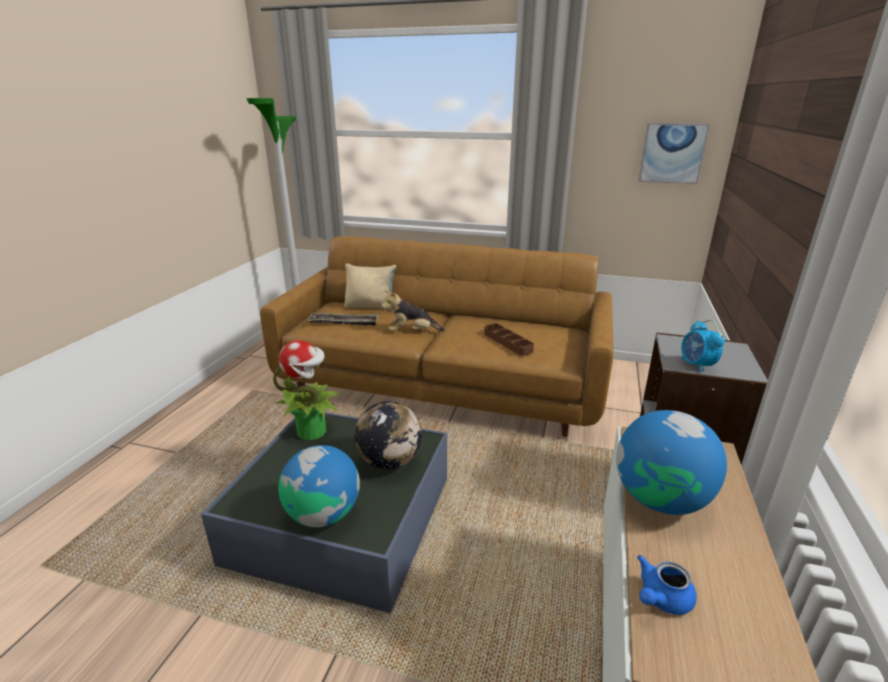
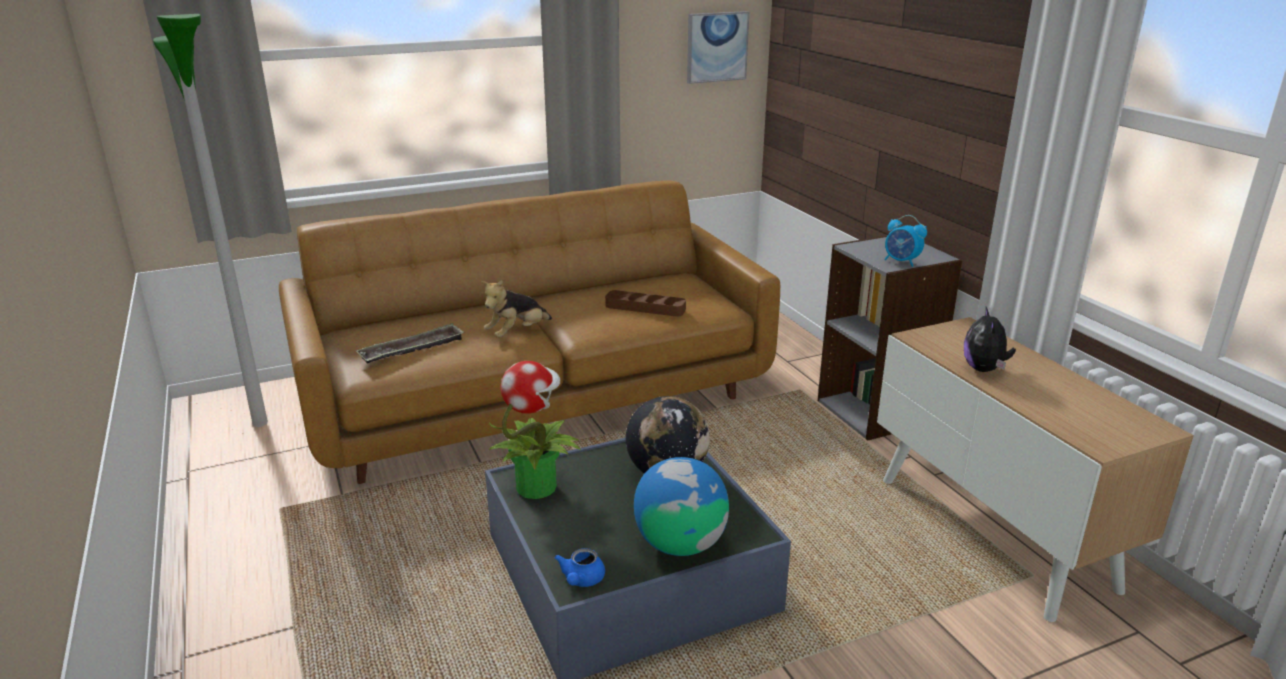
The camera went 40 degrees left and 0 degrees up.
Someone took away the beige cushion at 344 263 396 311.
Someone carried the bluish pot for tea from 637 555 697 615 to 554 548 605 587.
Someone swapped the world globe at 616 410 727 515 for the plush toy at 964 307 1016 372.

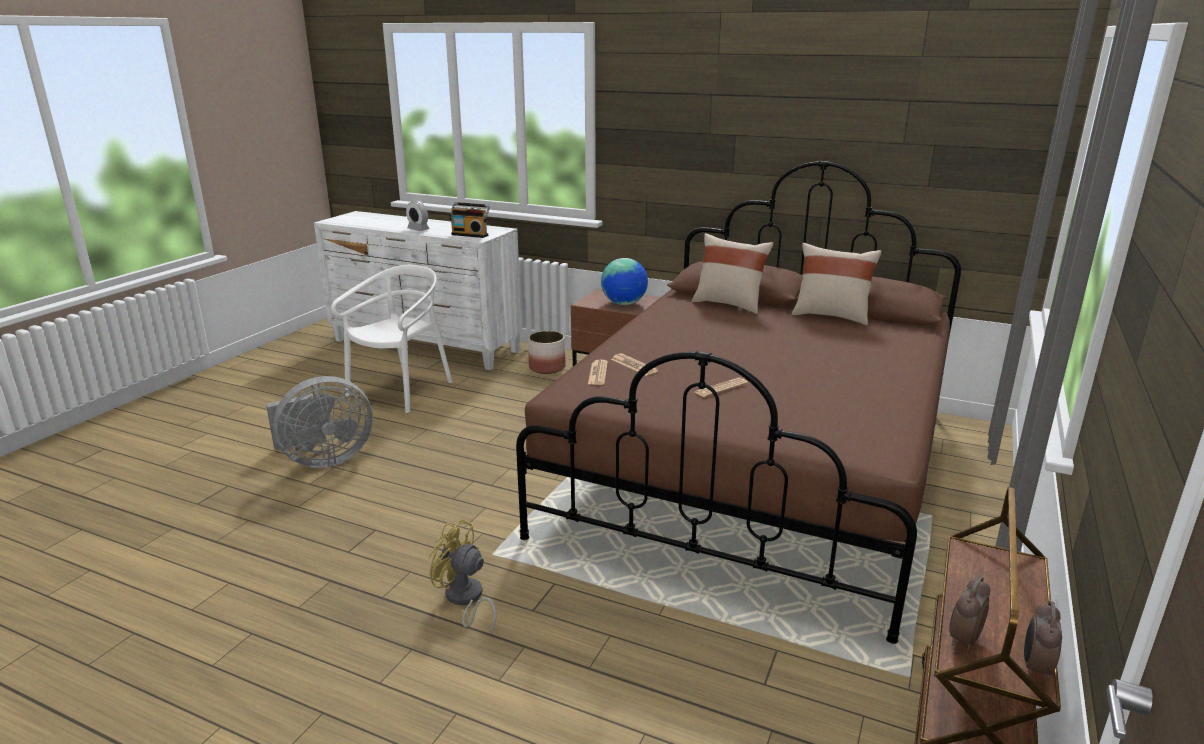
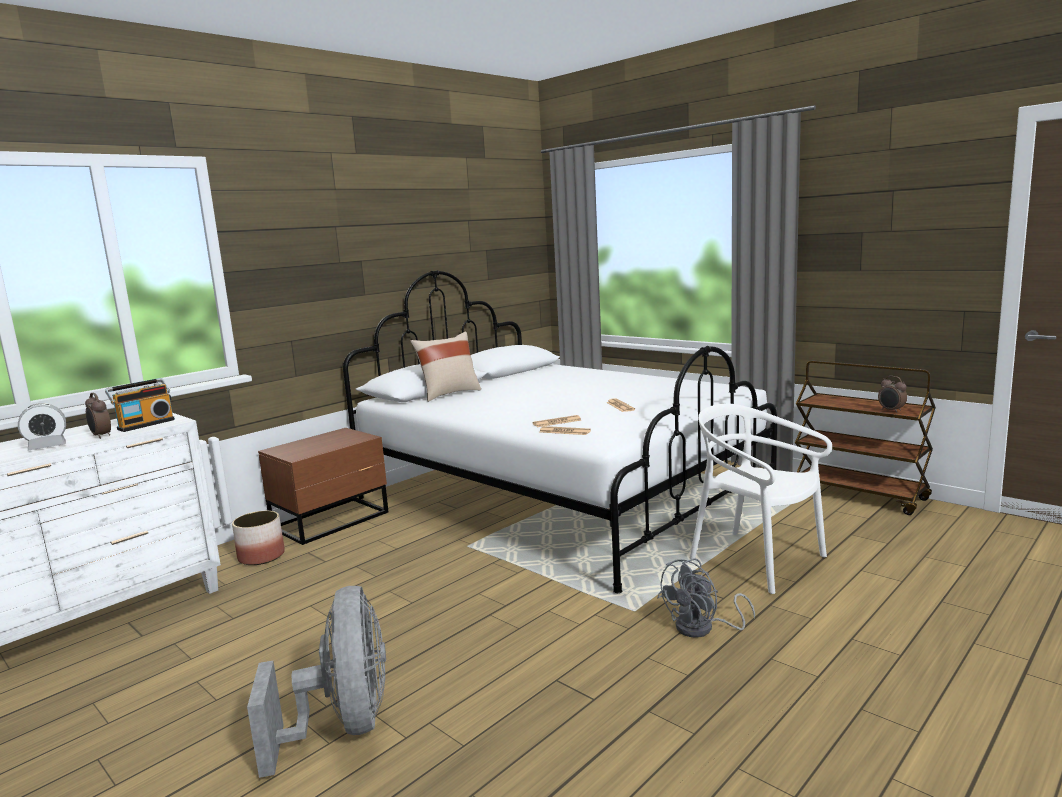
The camera went 70 degrees left and 10 degrees down.
Someone took away the world globe at 601 258 648 305.
Someone took away the beige cushion at 792 243 882 325.
Someone carried the whitish plain chair from 331 265 452 413 to 690 403 832 594.
Someone carried the bedside clock from 1024 601 1062 680 to 85 393 111 439.
Someone repainted the yellowish cooling fan at 428 519 496 634, which became the greyish cooling fan at 657 558 755 638.
Someone repainted the brown-coloured bedroom bed at 516 160 961 644, which became the whitish bedroom bed at 343 270 777 593.

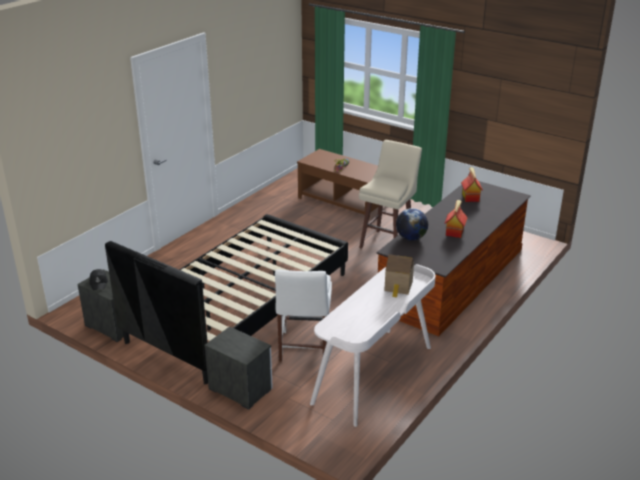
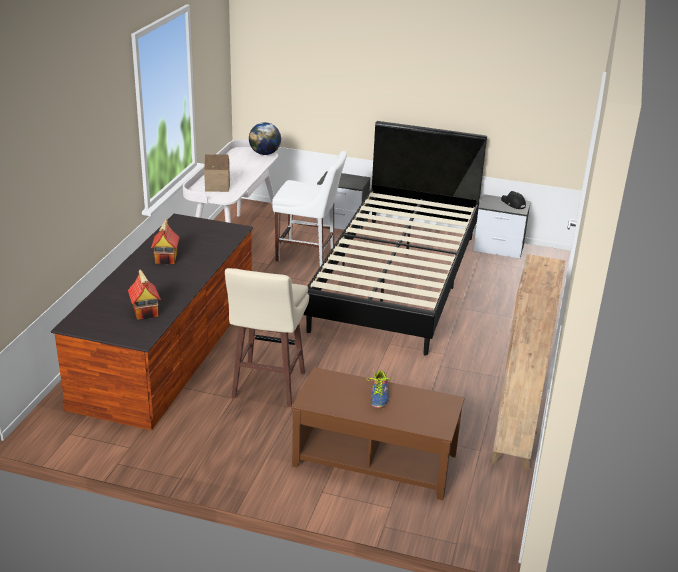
The camera went 160 degrees right and 0 degrees up.
Someone put down the brown-coloured shelving unit at 490 254 566 471.
Someone carried the world globe from 396 208 428 241 to 249 122 281 155.
Someone rotated the whitish plain chair at 275 269 332 362 by 120 degrees clockwise.

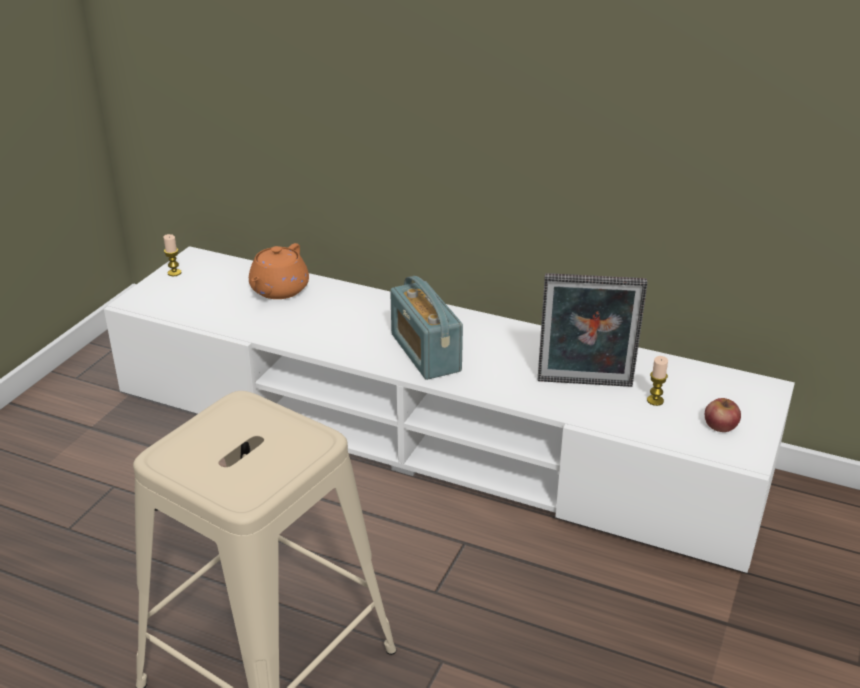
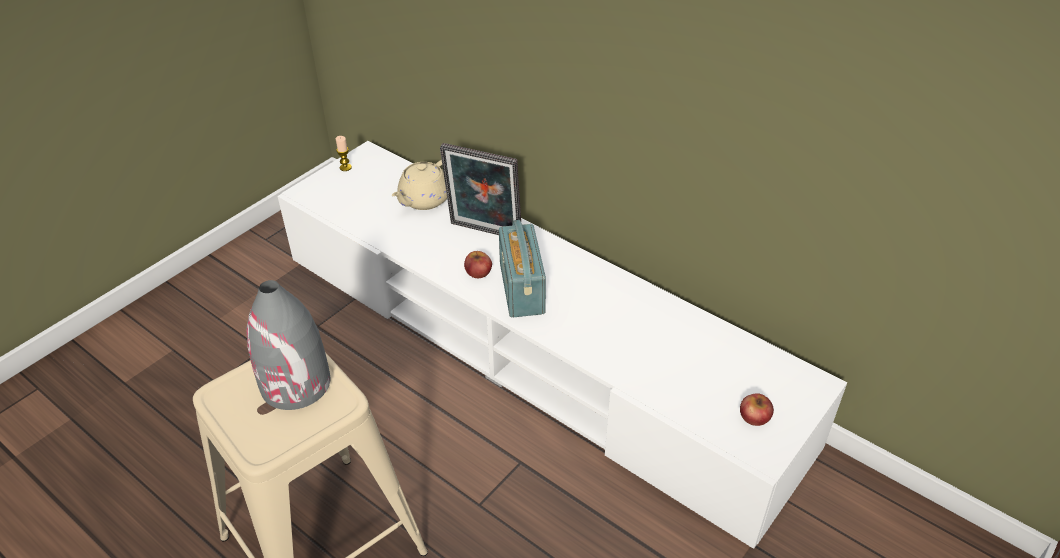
The camera went 15 degrees right and 10 degrees up.
Someone took away the candle at 647 356 668 406.
Someone put down the greyish decorative vase at 246 280 330 410.
Someone put down the apple at 464 251 492 278.
Someone carried the photo frame from 538 273 647 387 to 440 143 521 235.
Someone repainted the orange-coloured pot for tea at 249 243 309 299, which became the beige pot for tea at 392 160 447 210.

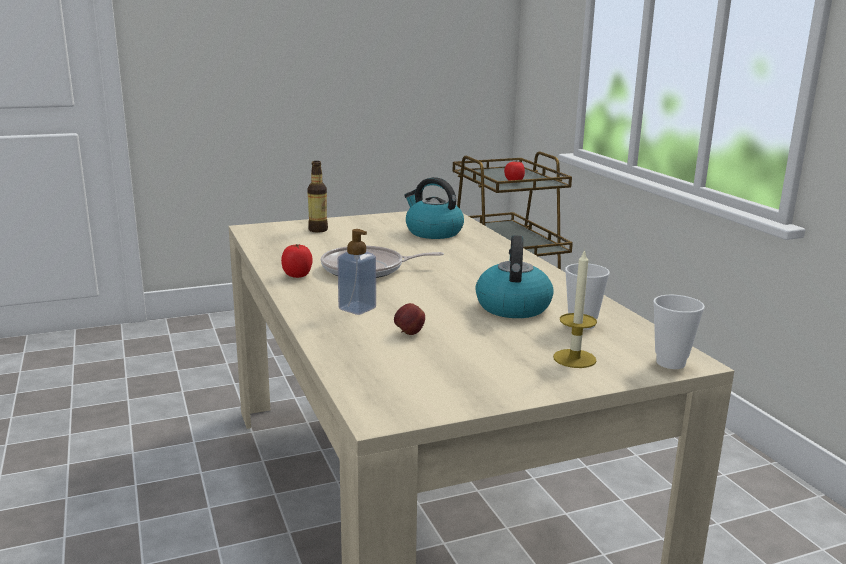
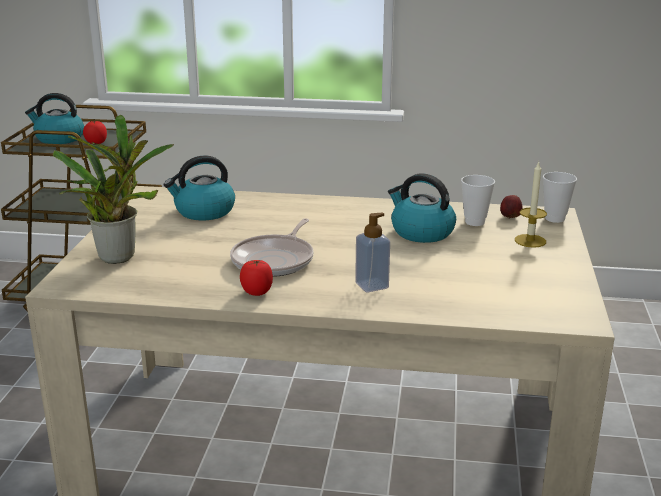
The camera went 60 degrees left and 5 degrees up.
Someone put down the kettle at 25 93 84 144.
Someone carried the apple from 394 303 425 335 to 500 195 523 219.
Someone swapped the bottle at 307 161 328 233 for the houseplant at 53 115 174 264.

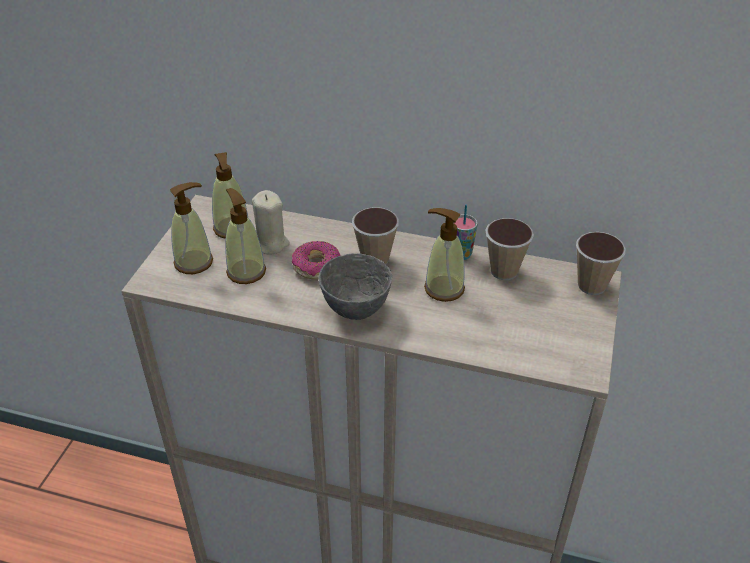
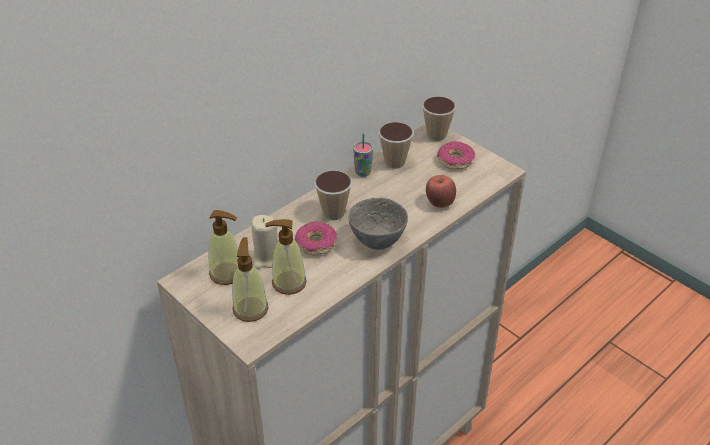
The camera went 60 degrees left and 0 degrees up.
Someone took away the soap bottle at 424 208 465 302.
Someone put down the apple at 426 175 456 208.
Someone put down the doughnut at 437 141 475 170.

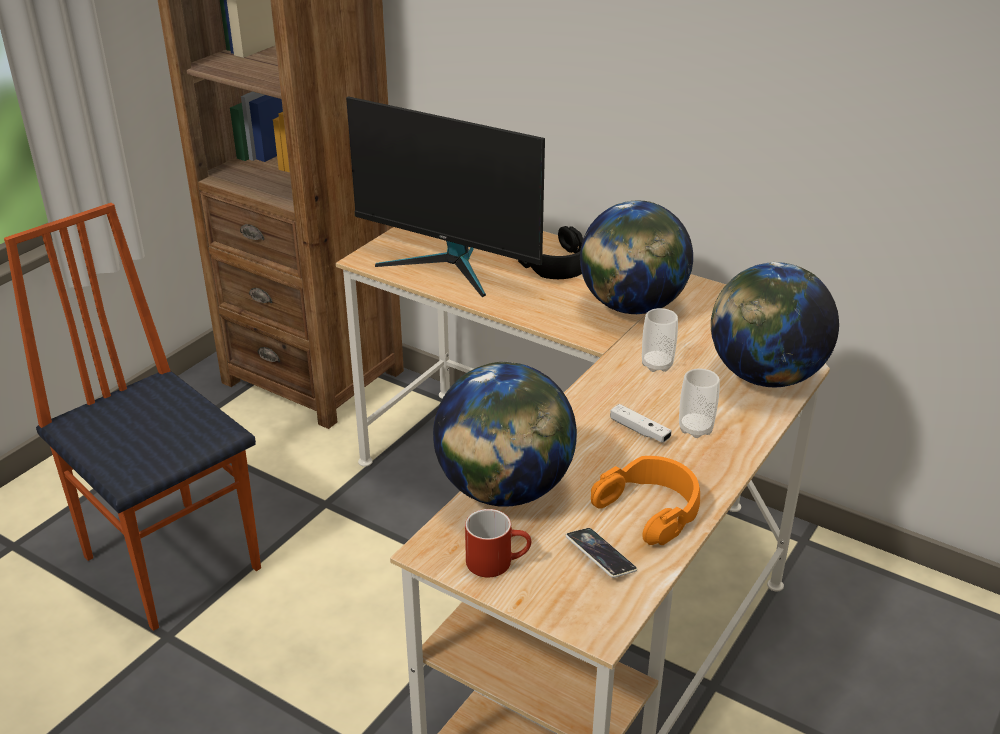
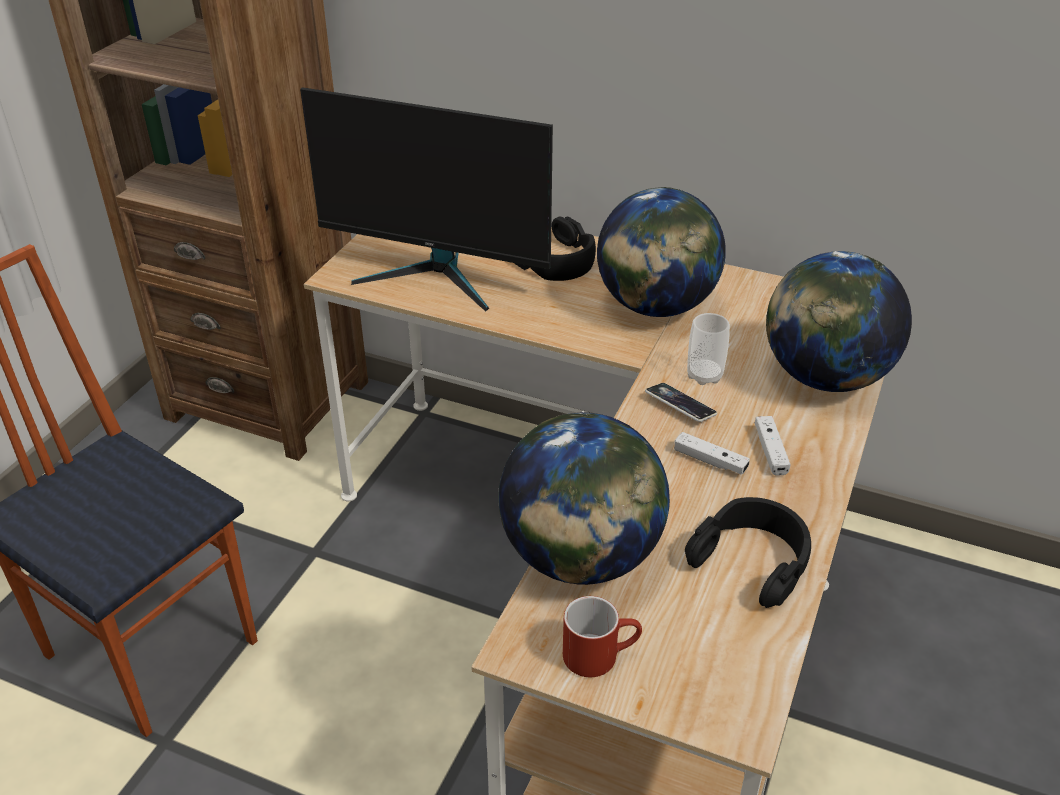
The camera went 10 degrees left and 5 degrees up.
Someone carried the phone from 565 528 637 578 to 645 383 717 422.
Someone swapped the small cup at 679 369 720 438 for the whitish joypad at 755 416 791 476.
Someone repainted the orange-coloured pair of headphones at 591 456 700 545, which became the black-coloured pair of headphones at 685 497 811 608.

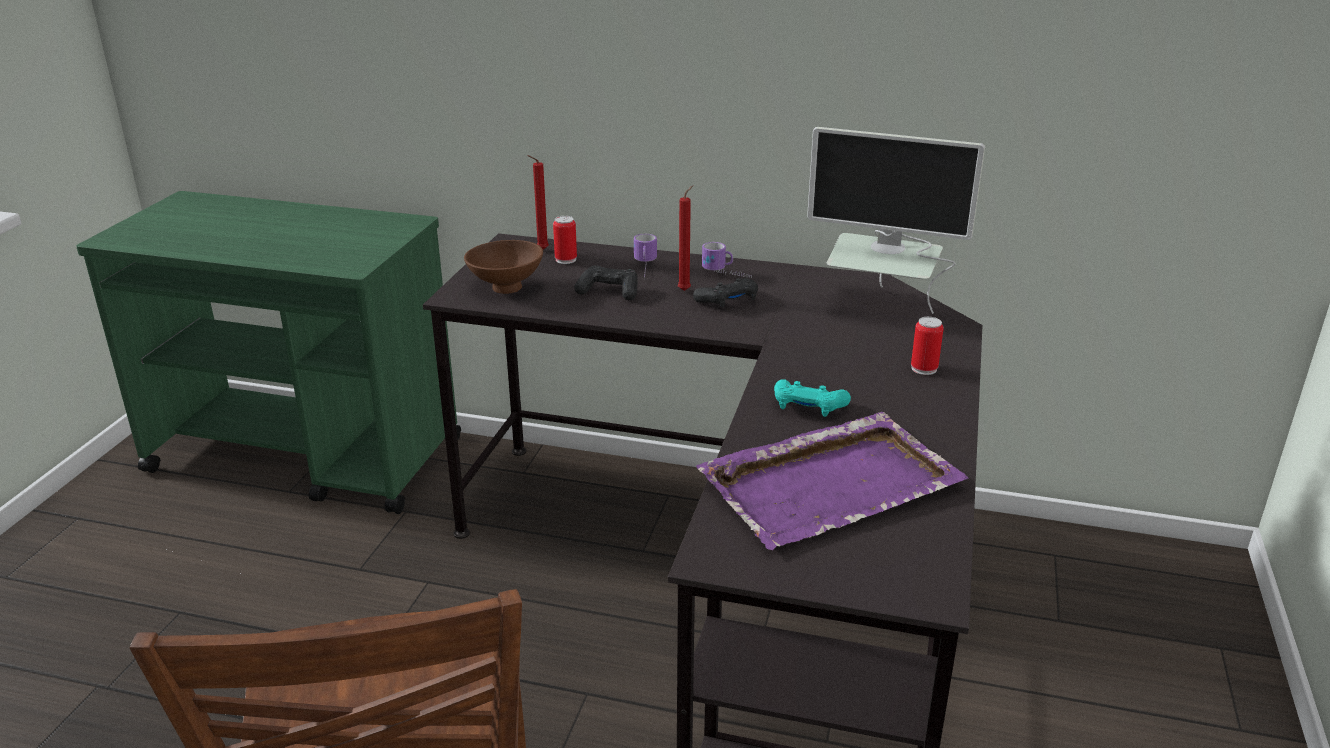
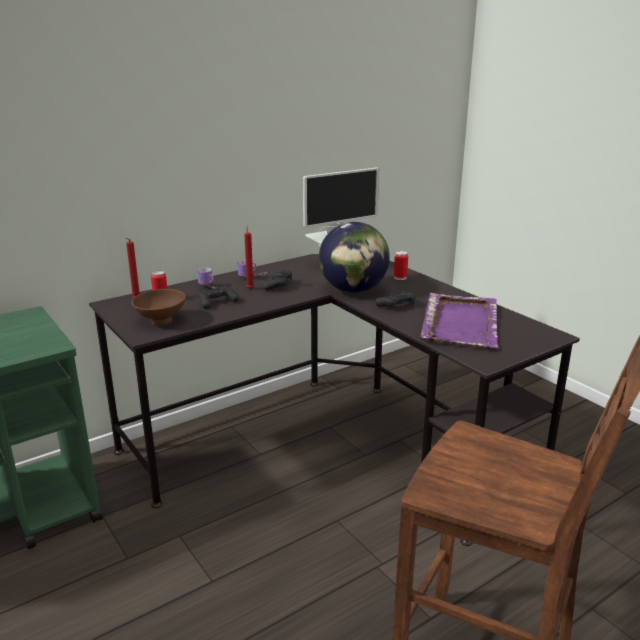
The camera went 50 degrees left and 5 degrees down.
Someone put down the world globe at 319 222 390 293.
Someone repainted the turquoise joypad at 774 379 851 417, which became the black-coloured joypad at 375 291 416 309.

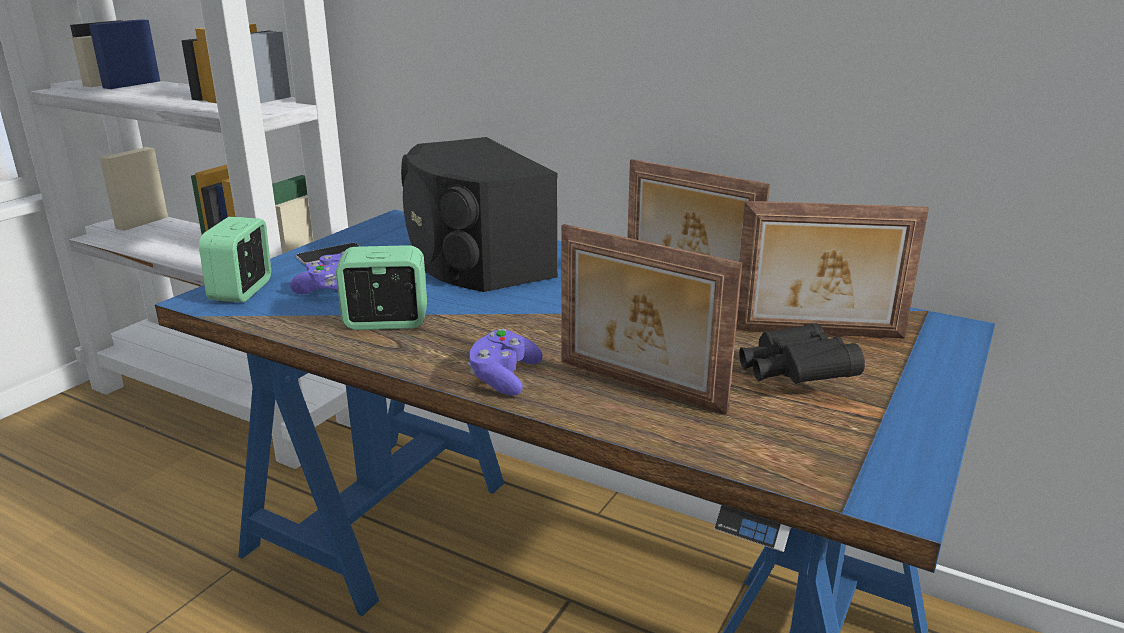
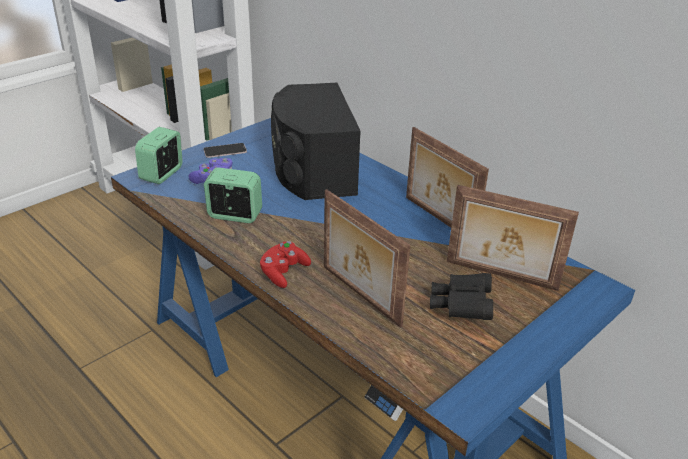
The camera went 15 degrees right and 10 degrees up.
Someone repainted the purple-coloured joypad at 467 329 543 396, which became the red-coloured joypad at 260 241 311 288.

